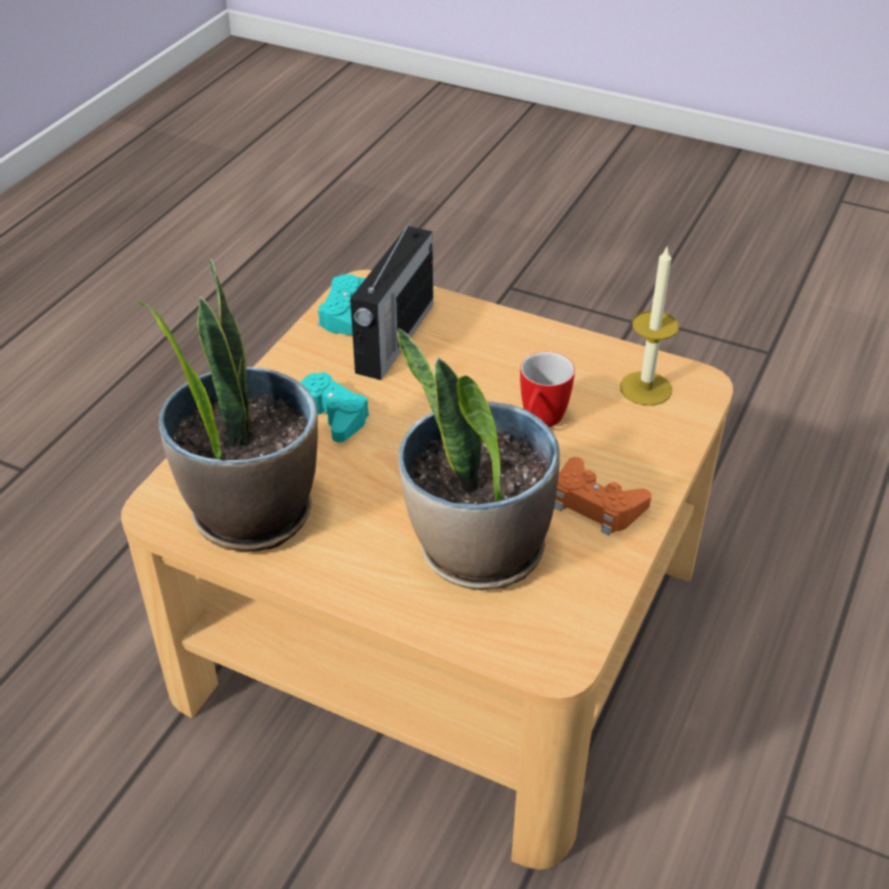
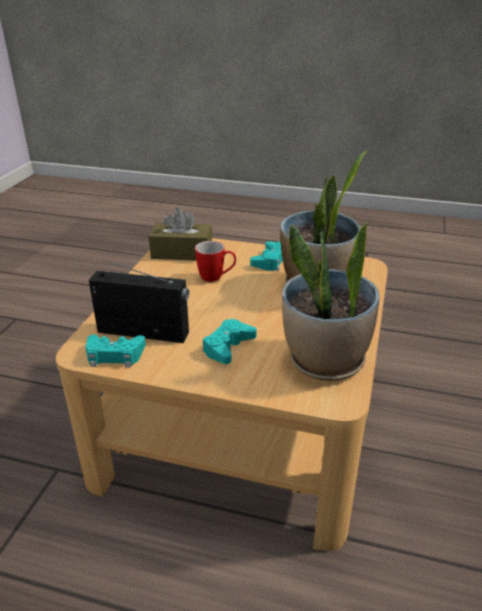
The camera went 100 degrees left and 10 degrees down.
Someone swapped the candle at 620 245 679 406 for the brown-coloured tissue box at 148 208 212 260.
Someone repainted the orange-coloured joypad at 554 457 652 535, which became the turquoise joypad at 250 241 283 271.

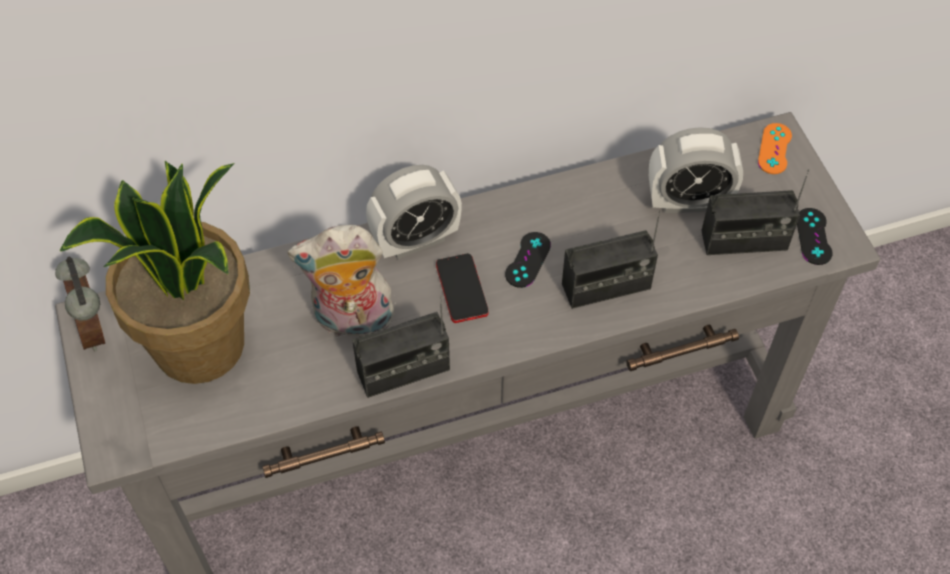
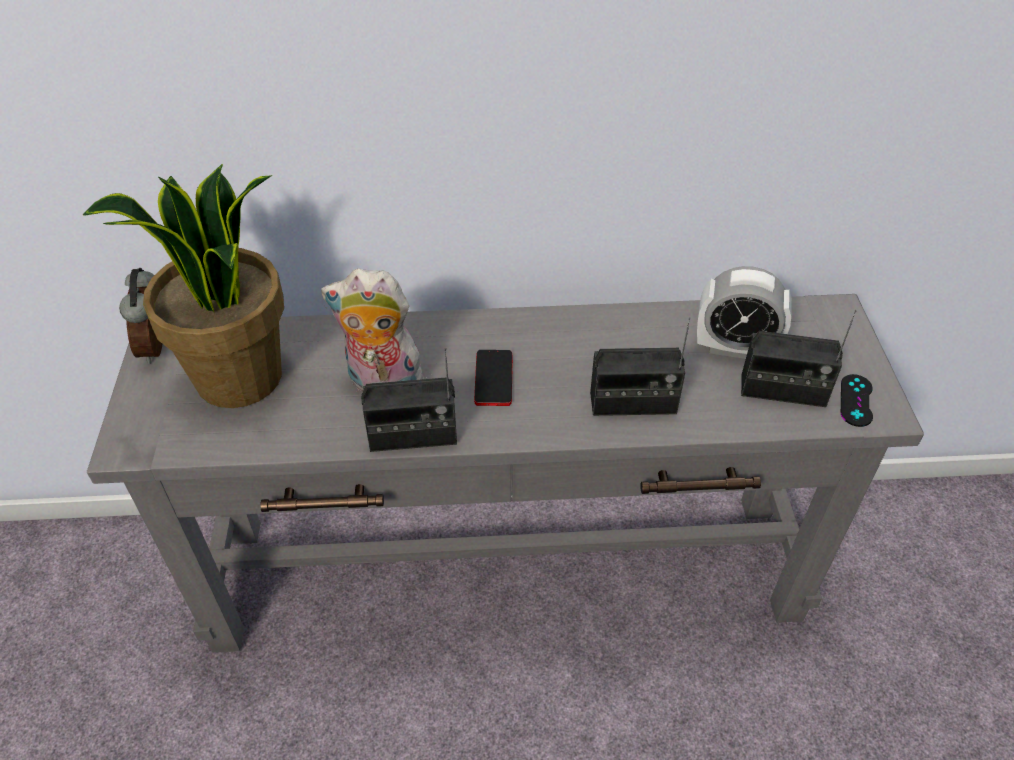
The camera went 15 degrees right and 10 degrees down.
Someone took away the bedside clock at 366 165 462 259.
Someone took away the black-coloured joypad at 505 232 551 288.
Someone took away the orange-coloured joypad at 758 123 792 174.

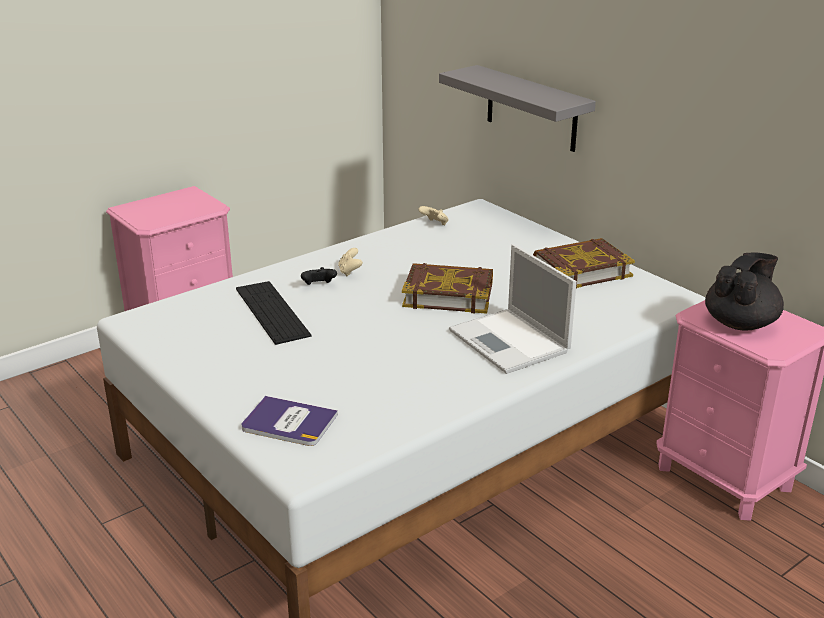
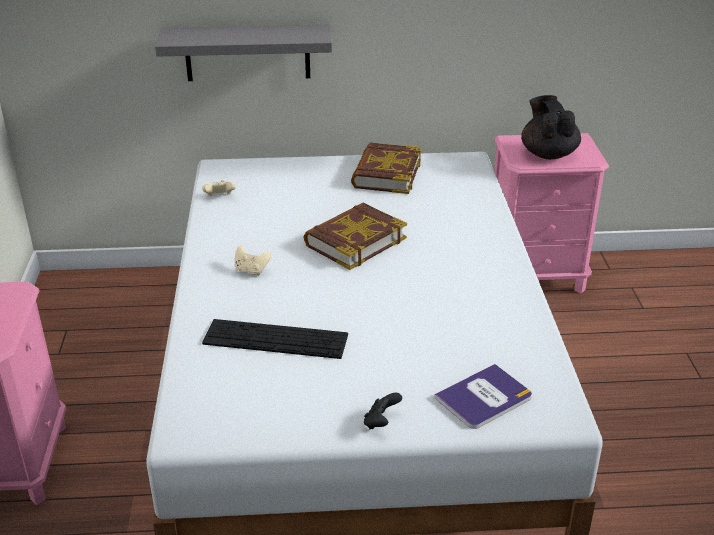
The camera went 55 degrees left and 5 degrees up.
Someone took away the laptop at 449 244 577 374.
Someone carried the black-coloured joypad from 301 267 337 285 to 364 393 402 429.

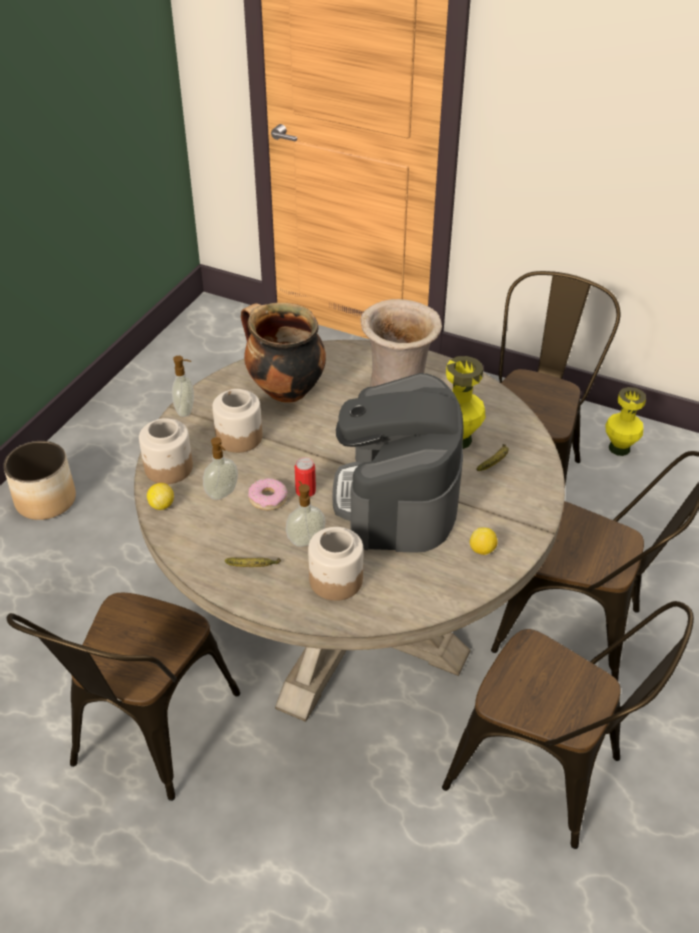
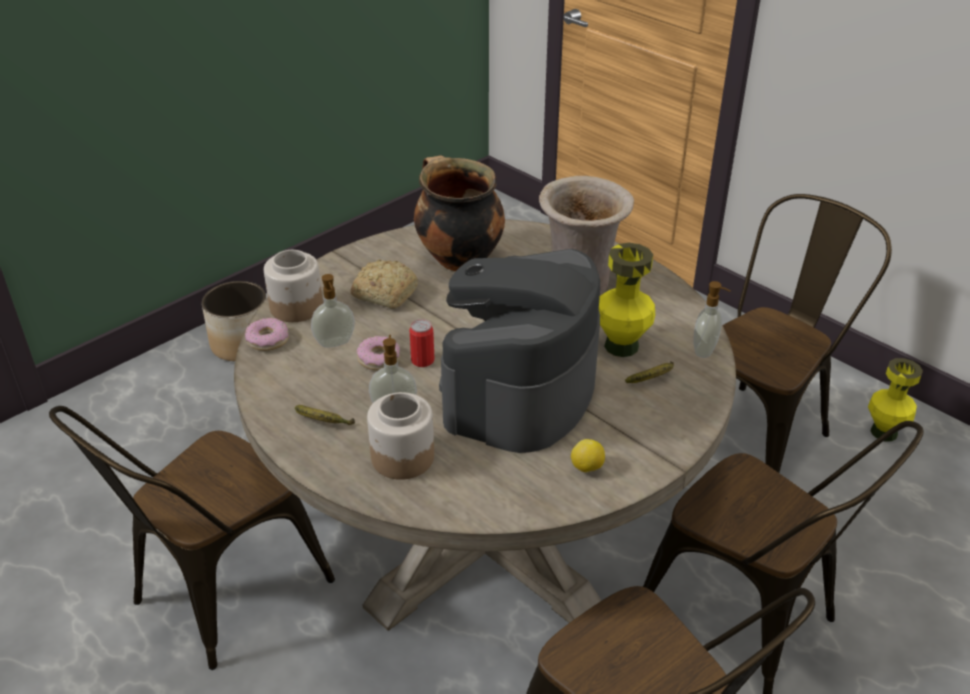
The camera went 20 degrees right and 5 degrees down.
Someone carried the soap bottle from 172 356 194 417 to 693 281 731 358.
Someone swapped the lemon at 147 483 174 510 for the doughnut at 245 318 289 351.
Someone swapped the jar at 212 389 262 453 for the bread at 351 259 418 309.

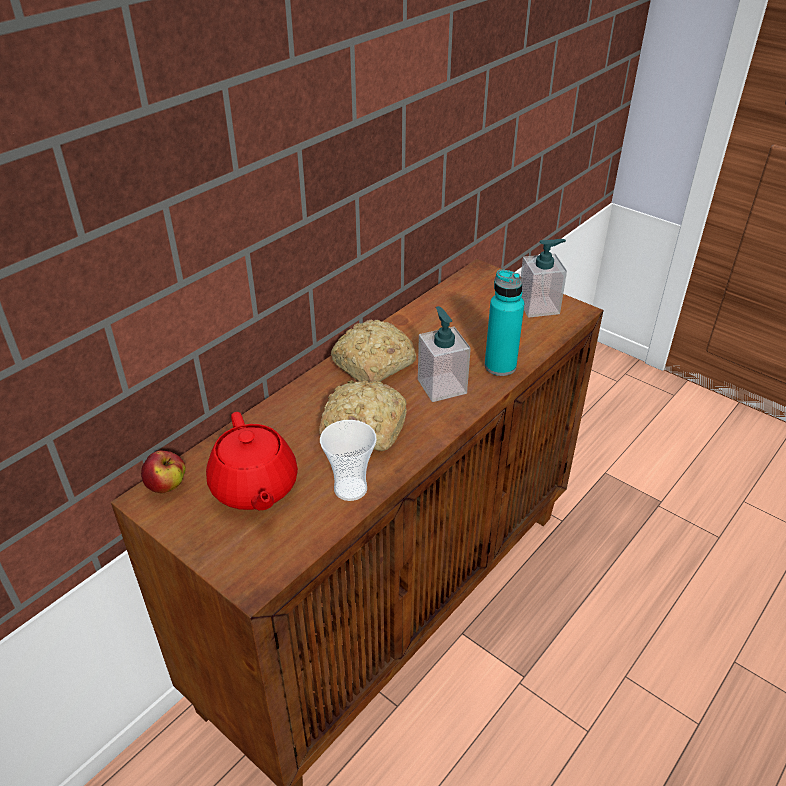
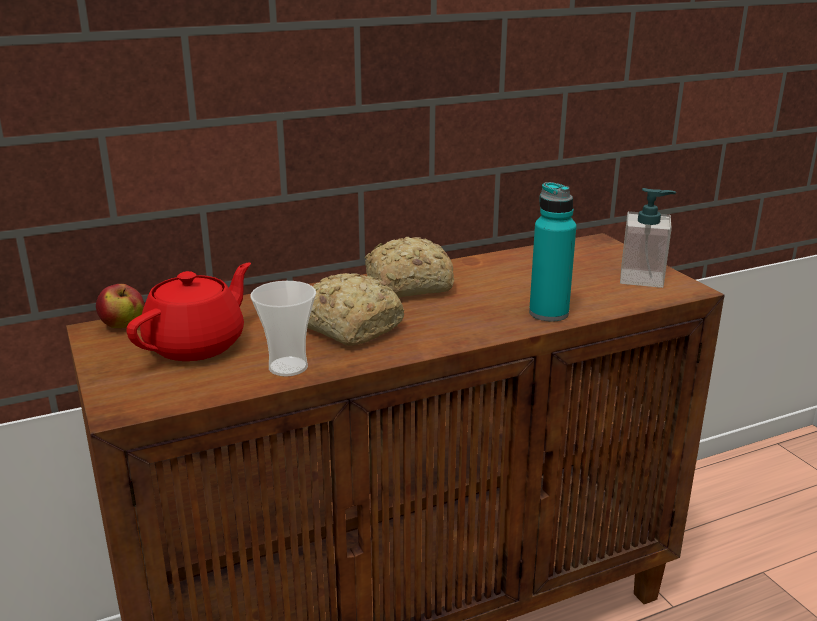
The camera went 25 degrees right and 15 degrees down.
Someone took away the soap bottle at 418 306 471 402.
Someone rotated the red-coloured pot for tea at 206 412 298 510 by 150 degrees counterclockwise.

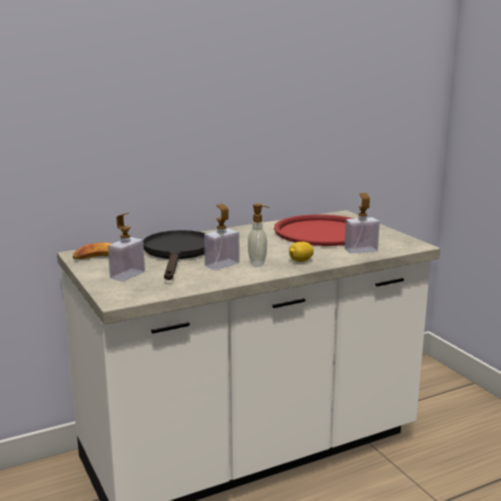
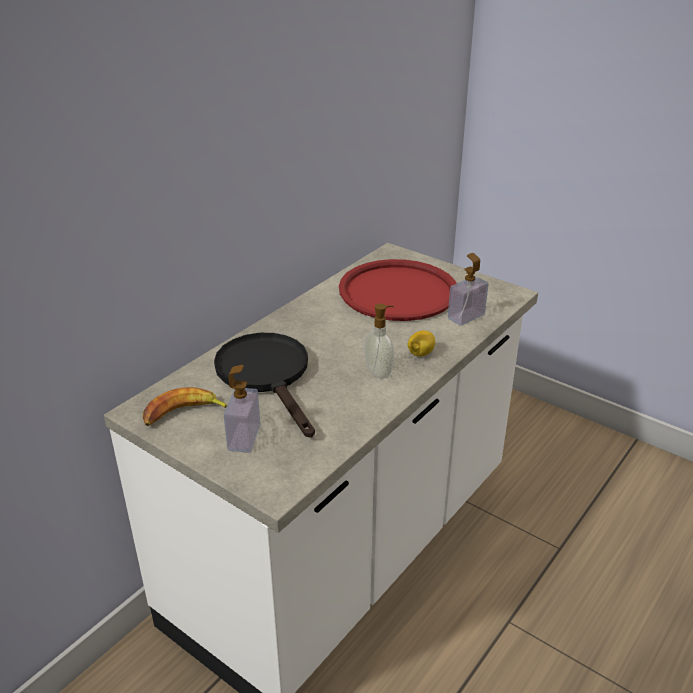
The camera went 25 degrees left and 15 degrees up.
Someone took away the soap bottle at 204 204 239 270.

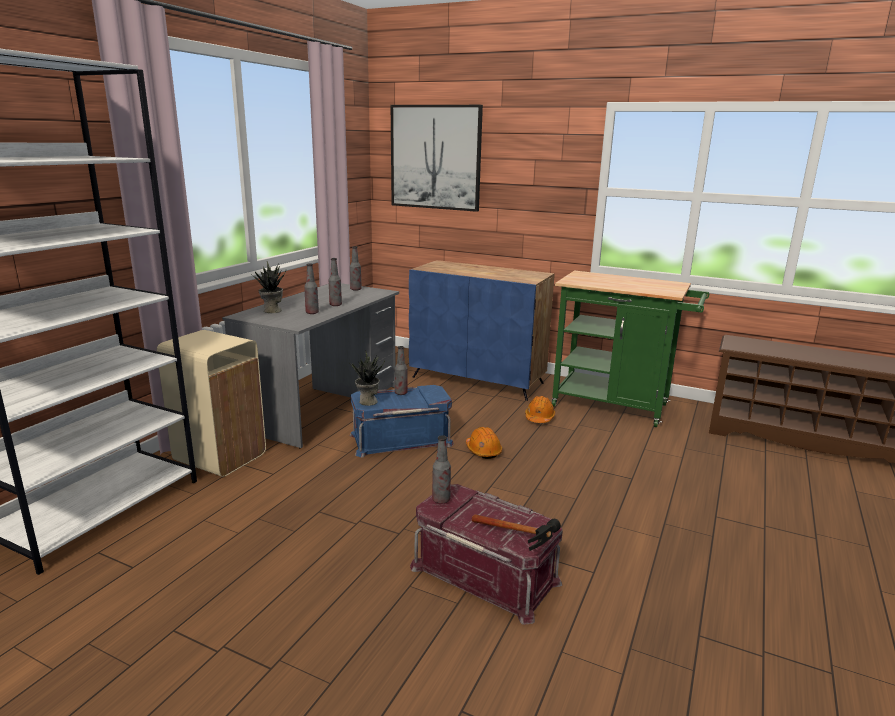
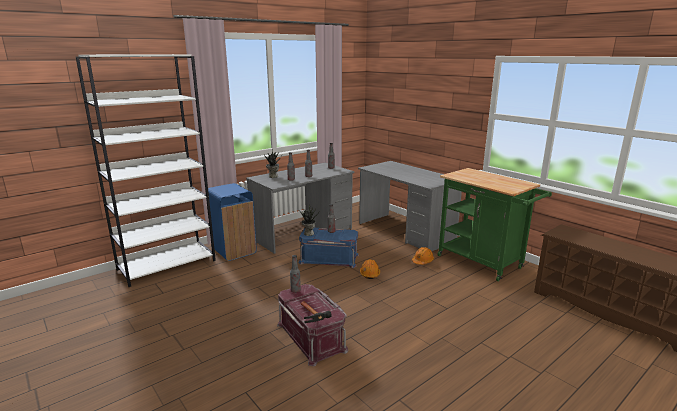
The camera went 25 degrees right and 0 degrees up.
Someone took away the picture at 391 105 483 212.
Someone swapped the bluish cupboard at 409 260 555 401 for the greyish desk unit at 358 161 462 251.
Someone repainted the beige waste bin at 157 330 266 477, which became the bluish waste bin at 208 183 257 261.

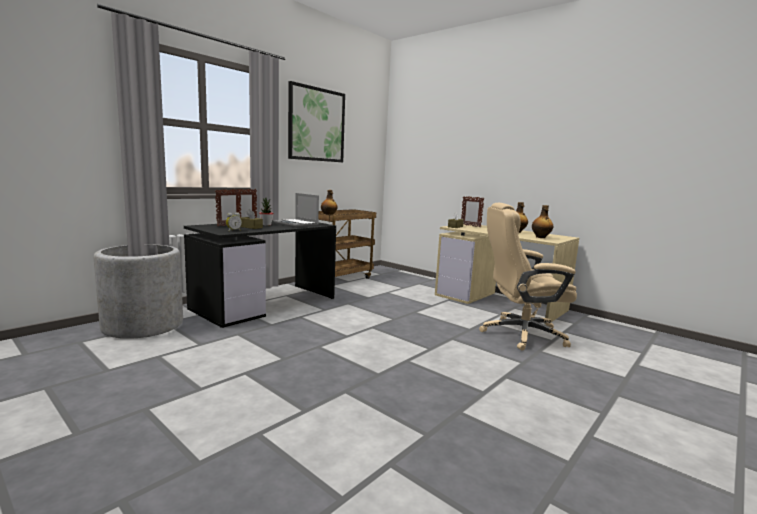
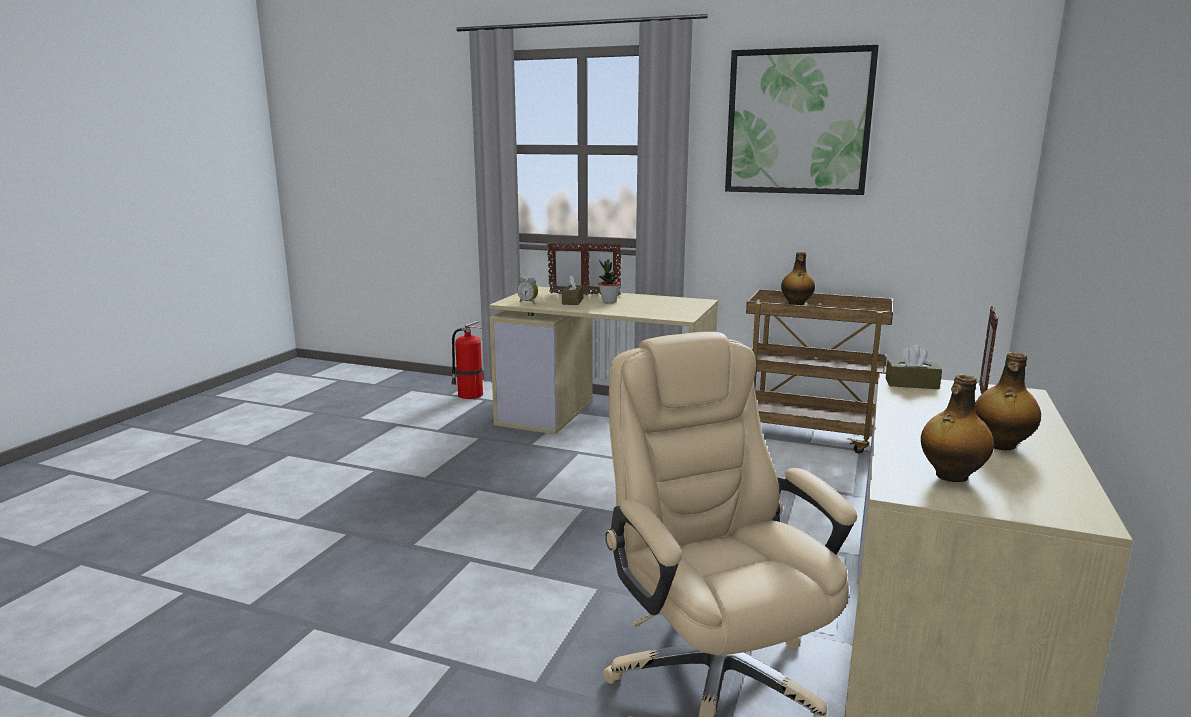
The camera went 70 degrees right and 5 degrees up.
Someone took away the laptop at 274 193 319 227.
Someone swapped the greyish planter at 94 244 183 339 for the fire extinguisher at 451 321 483 399.
Someone repainted the black-coloured desk unit at 184 220 336 328, which became the beige desk unit at 489 286 718 434.

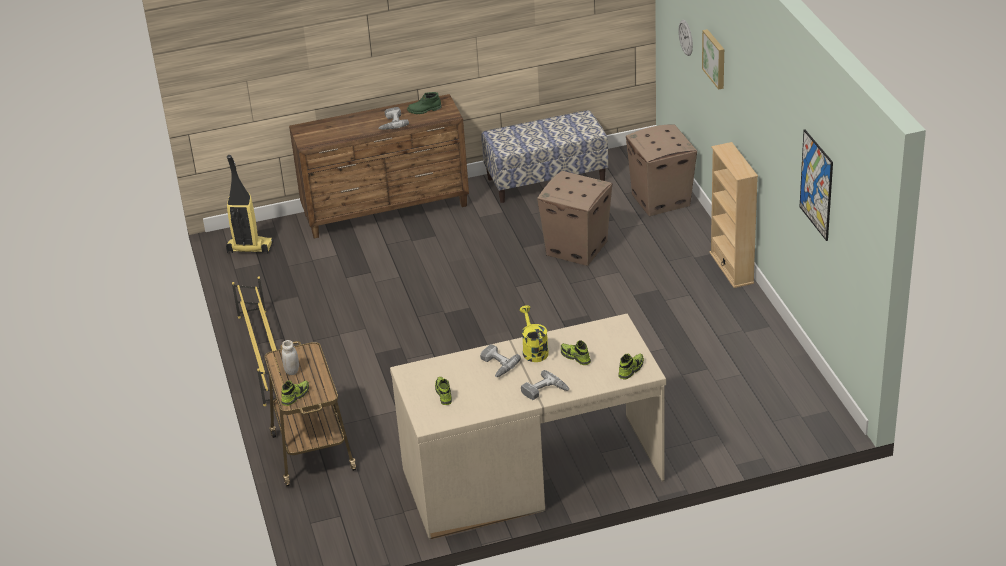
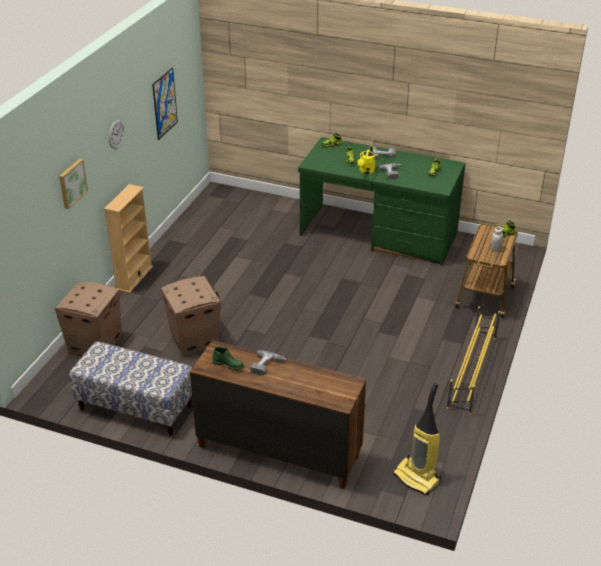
The camera went 145 degrees left and 0 degrees up.
Someone carried the clock on the wall from 678 20 693 56 to 109 120 124 149.
Someone repainted the beige desk unit at 390 314 666 539, which became the greenish desk unit at 298 137 466 266.

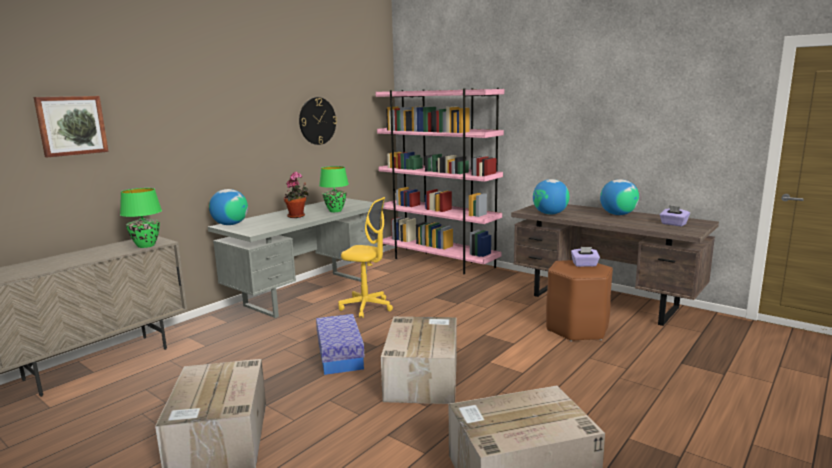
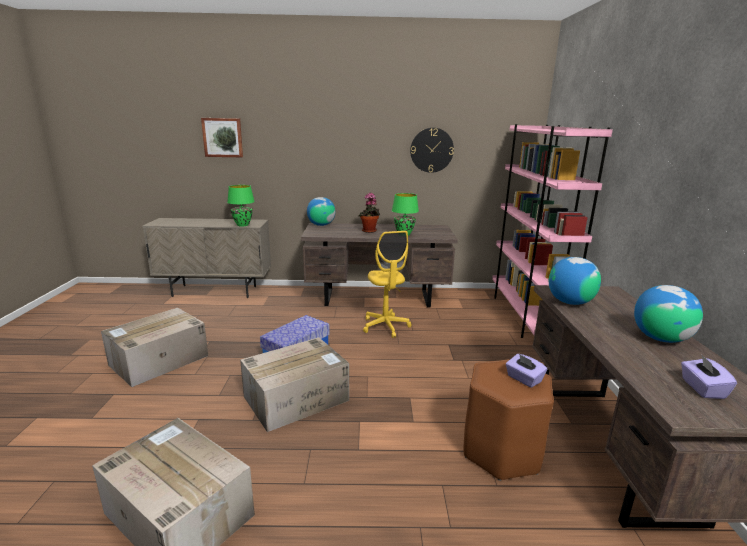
The camera went 50 degrees right and 5 degrees up.
Someone repainted the greyish desk unit at 208 198 384 318, which became the brown-coloured desk unit at 301 223 458 308.

